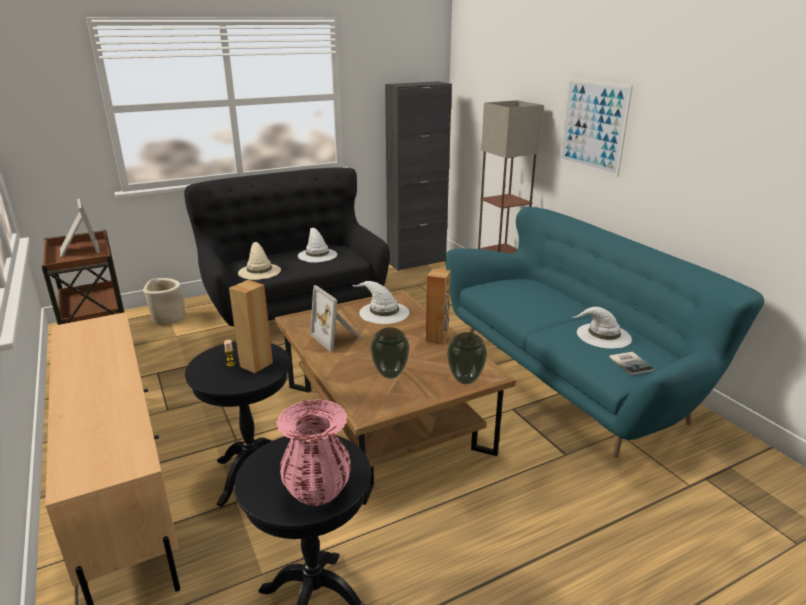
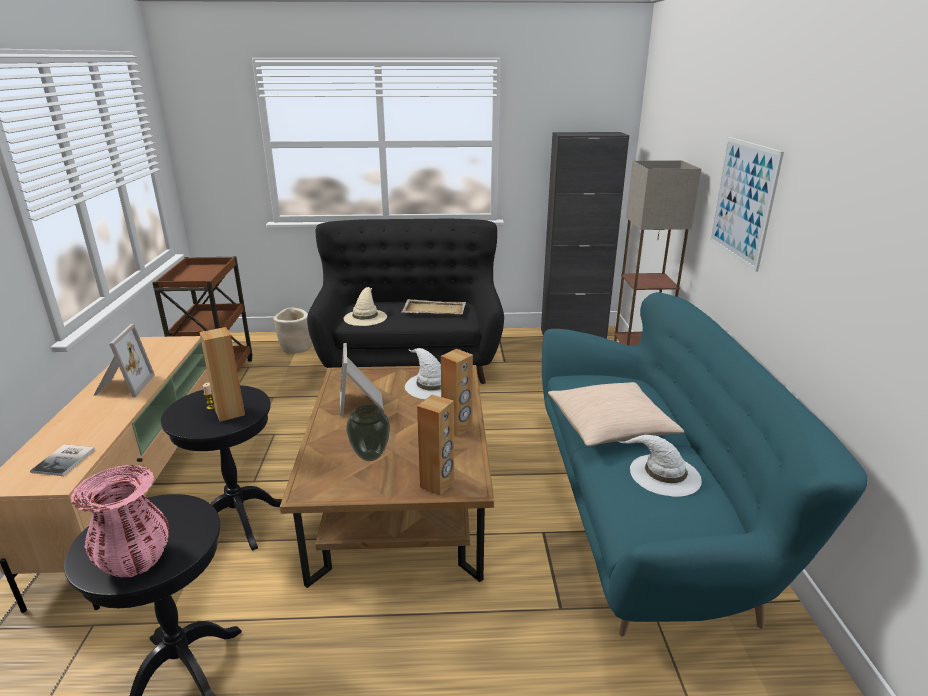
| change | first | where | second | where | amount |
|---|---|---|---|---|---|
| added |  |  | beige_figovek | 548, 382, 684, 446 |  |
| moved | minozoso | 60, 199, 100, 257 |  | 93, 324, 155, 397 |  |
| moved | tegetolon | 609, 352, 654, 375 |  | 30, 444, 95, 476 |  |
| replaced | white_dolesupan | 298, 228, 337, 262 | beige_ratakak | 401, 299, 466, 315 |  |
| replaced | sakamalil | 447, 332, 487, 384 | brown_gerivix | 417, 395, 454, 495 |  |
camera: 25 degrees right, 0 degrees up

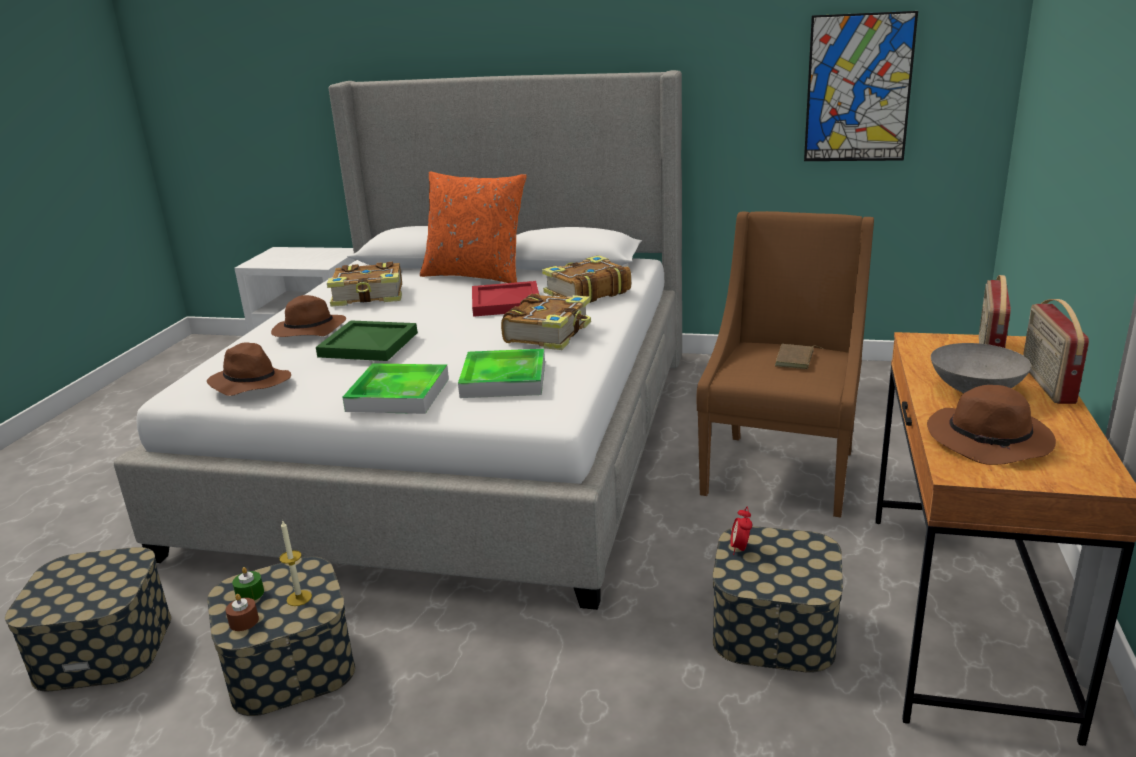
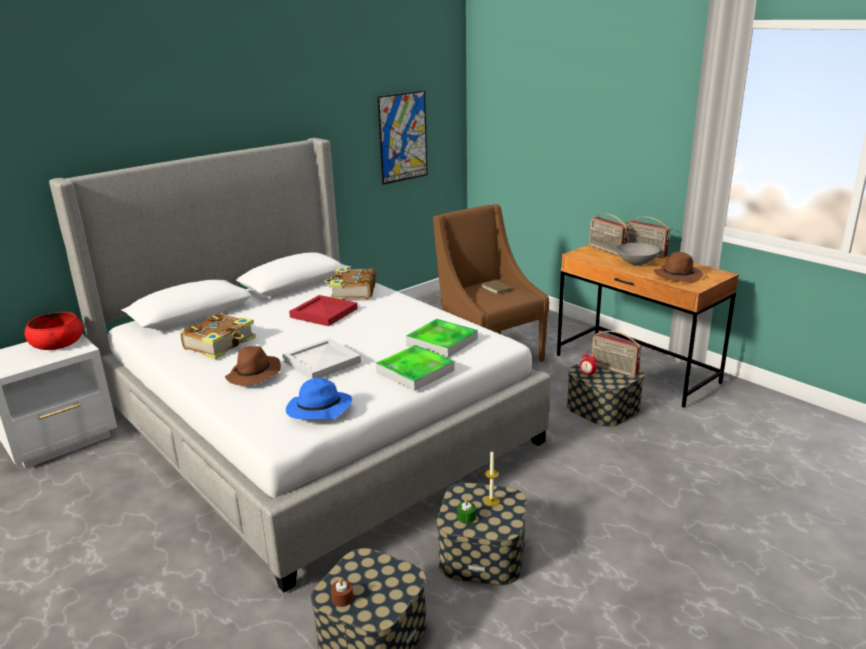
| change | first | where | second | where | amount |
|---|---|---|---|---|---|
| removed | orange_figovek | 420, 171, 527, 283 |  |  |  |
| removed | tegetolon | 501, 293, 591, 350 |  |  |  |
| added |  |  | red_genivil | 24, 312, 83, 350 |  |
| added |  |  | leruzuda | 591, 331, 641, 377 |  |
| moved | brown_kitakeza | 225, 594, 259, 631 |  | 331, 578, 353, 607 |  |
| recoloured | brown_dolesupan | 207, 343, 291, 396 | blue_dolesupan | 286, 378, 352, 419 |  |
| recoloured | green_ratakak | 316, 320, 418, 361 | white_ratakak | 282, 338, 361, 379 |  |
camera: 55 degrees left, 0 degrees up

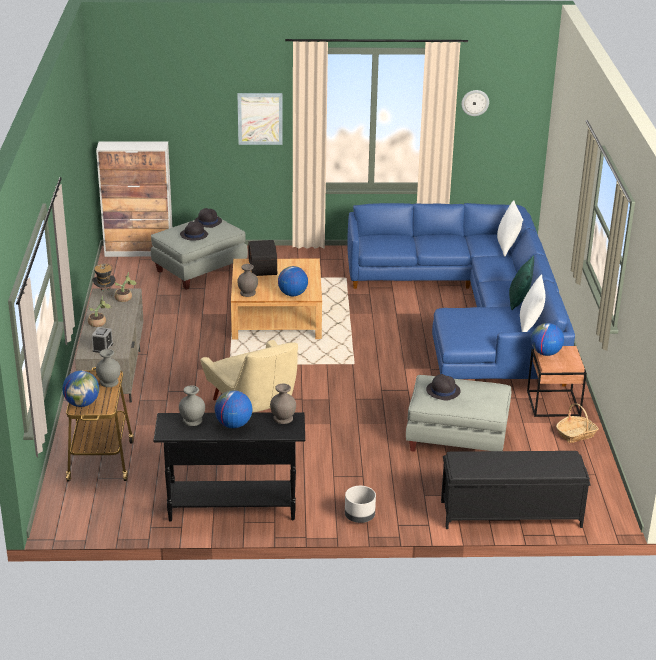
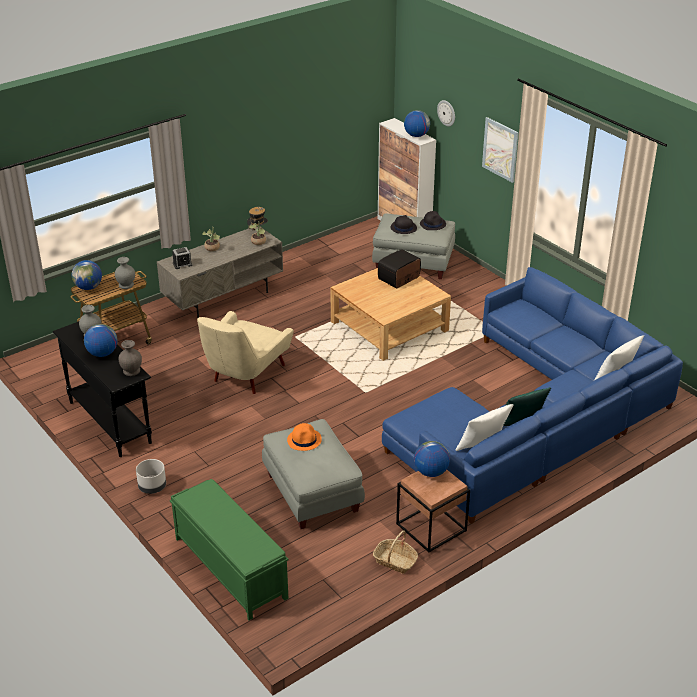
| change | first | where | second | where | amount |
|---|---|---|---|---|---|
| removed | grey_sakamalil | 237, 264, 258, 297 |  |  |  |
| moved | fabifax | 278, 266, 308, 296 |  | 404, 110, 430, 137 |  |
| moved | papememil | 461, 90, 489, 116 |  | 437, 100, 455, 127 |  |
| recoloured | black_dolesupan | 426, 374, 461, 401 | orange_dolesupan | 287, 423, 322, 451 |  |
| recoloured | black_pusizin | 441, 451, 590, 529 | green_pusizin | 170, 479, 289, 620 |  |
camera: 55 degrees right, 5 degrees up

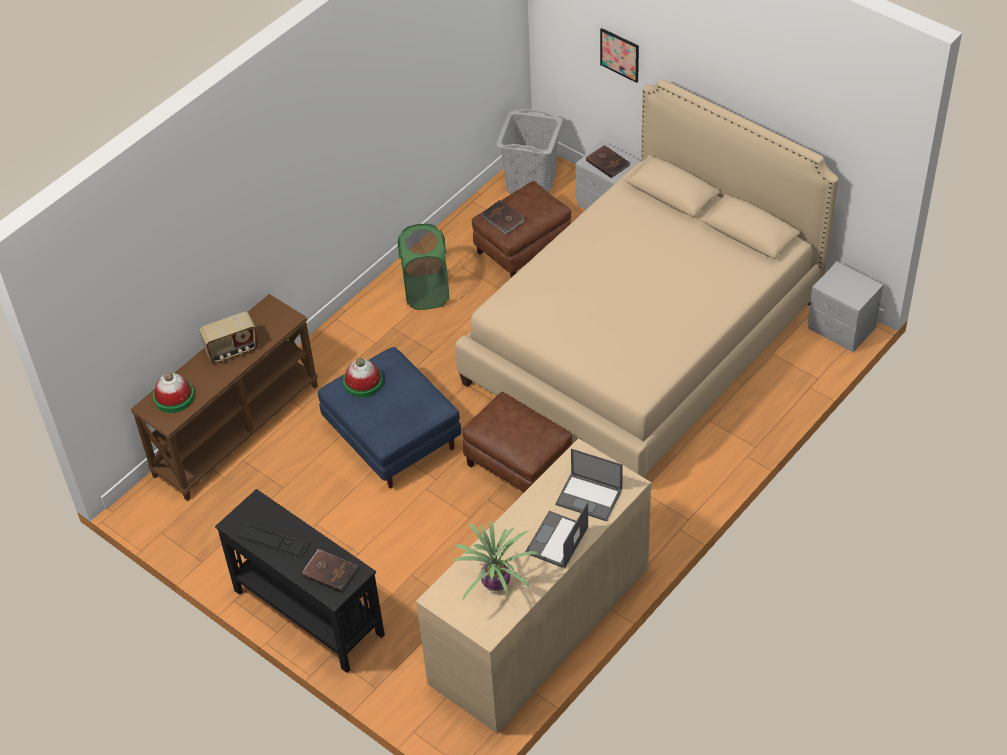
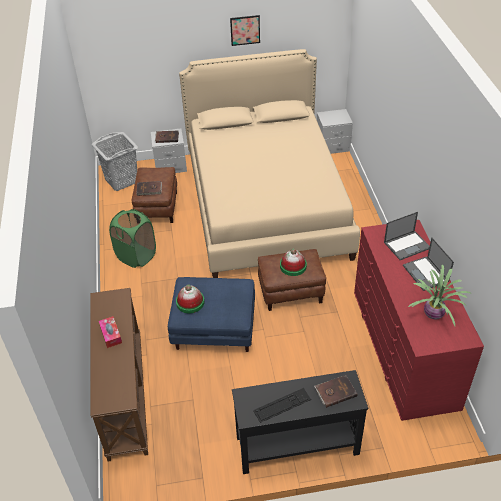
| change | first | where | second | where | amount |
|---|---|---|---|---|---|
| moved | dolesupan | 153, 372, 194, 413 |  | 280, 248, 307, 276 |  |
| moved | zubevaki | 600, 28, 639, 83 |  | 230, 15, 260, 46 |  |
| replaced | leruzuda | 199, 312, 259, 364 | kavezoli | 99, 316, 122, 348 |  |
| recoloured | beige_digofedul | 416, 438, 651, 733 | red_digofedul | 354, 220, 484, 421 |  |
camera: 50 degrees left, 5 degrees down

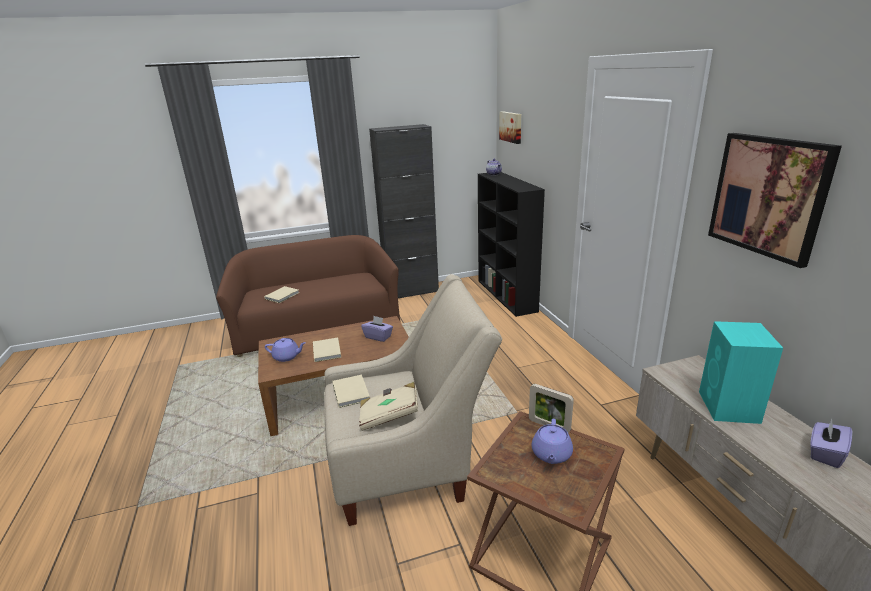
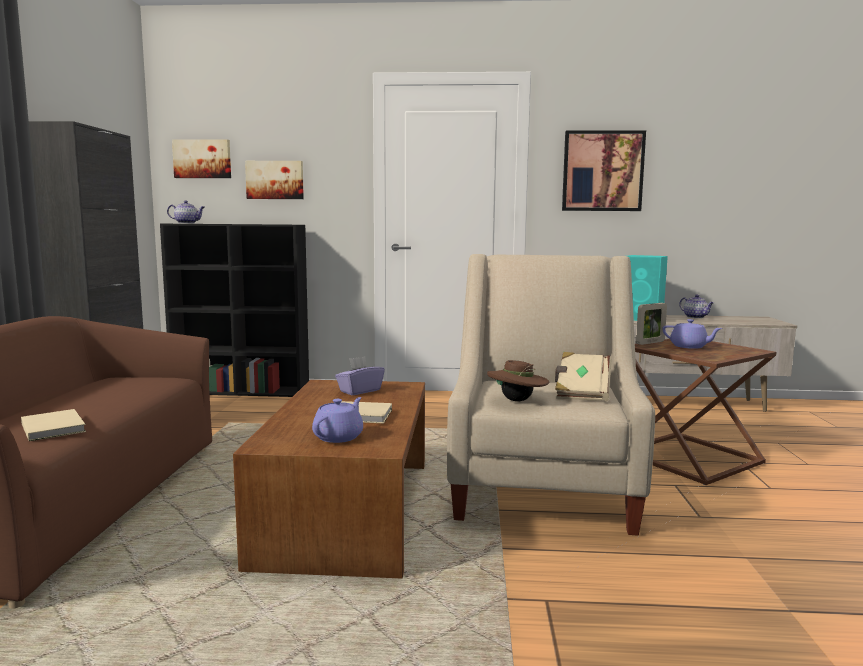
| change | first | where | second | where | amount |
|---|---|---|---|---|---|
| added |  |  | zubevaki | 245, 161, 304, 199 |  |
| replaced | beige_tegetolon | 332, 375, 370, 408 | brown_dolesupan | 487, 360, 549, 401 |  |
| replaced | purple_kavezoli | 810, 419, 852, 468 | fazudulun | 679, 295, 714, 318 |  |
camera: 70 degrees left, 15 degrees down

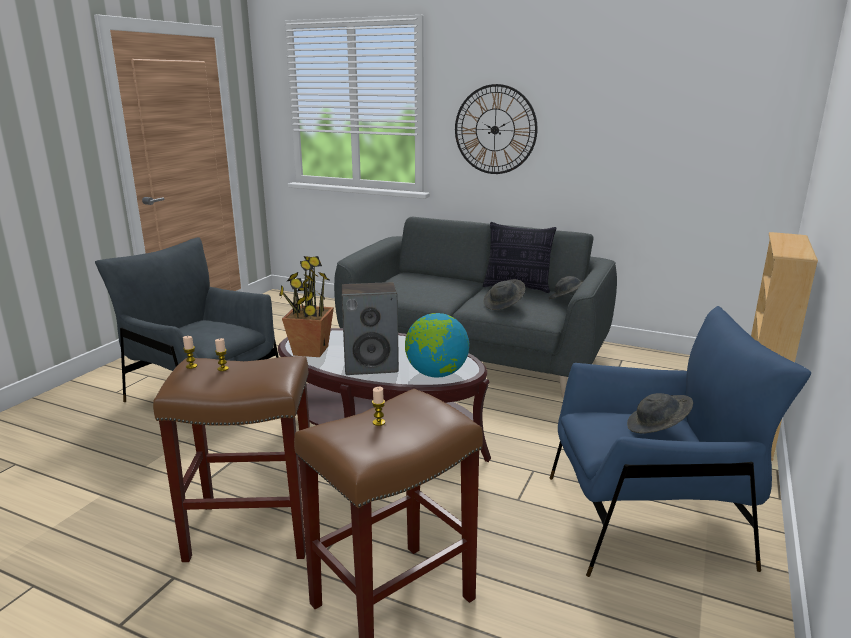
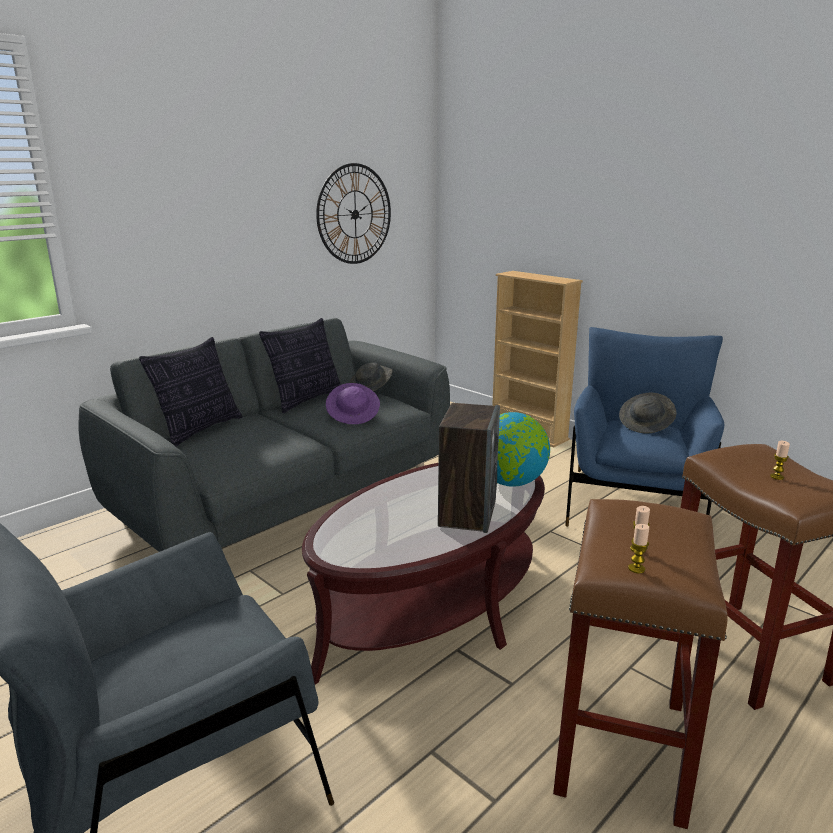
| change | first | where | second | where | amount |
|---|---|---|---|---|---|
| removed | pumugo | 279, 256, 334, 357 |  |  |  |
| added |  |  | figovek | 139, 337, 242, 447 |  |
| moved | papememil | 455, 84, 538, 174 |  | 316, 163, 391, 264 |  |
| recoloured | grey_dolesupan | 483, 279, 525, 310 | purple_dolesupan | 326, 383, 380, 424 |  |
camera: 70 degrees left, 0 degrees up

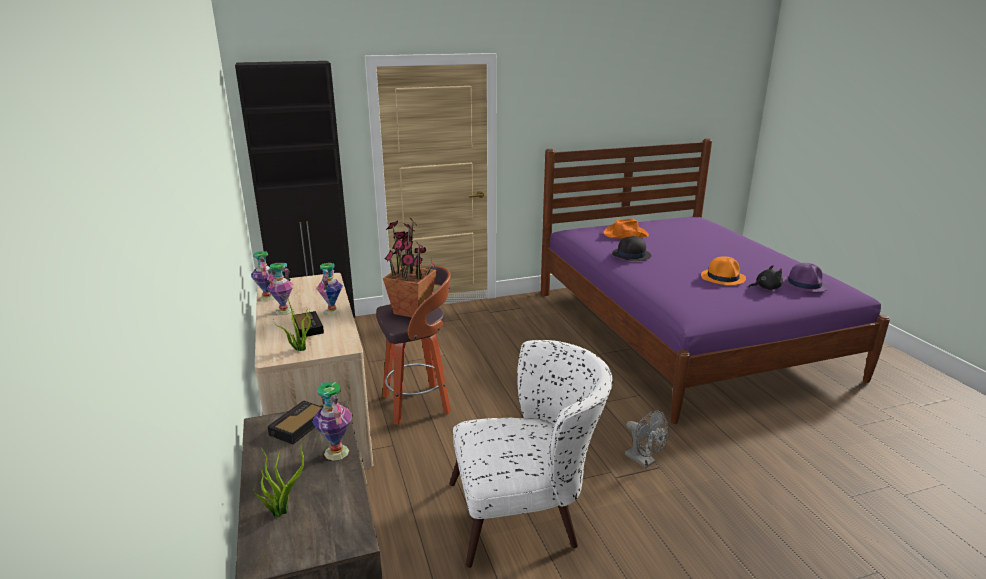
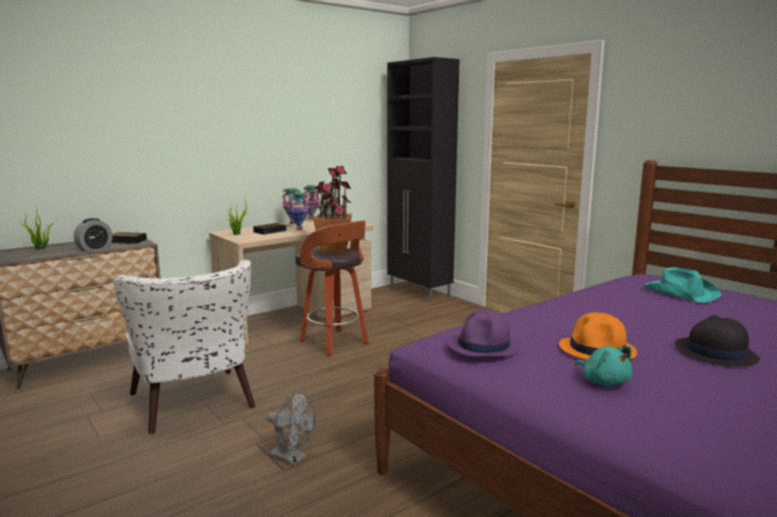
| change | first | where | second | where | amount |
|---|---|---|---|---|---|
| moved | black_dolesupan | 612, 236, 651, 261 |  | 675, 315, 760, 366 |  |
| moved | purple_dolesupan | 782, 263, 829, 292 |  | 447, 310, 520, 357 |  |
| replaced | sakamalil | 312, 382, 353, 461 | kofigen | 74, 218, 112, 252 |  |
| recoloured | orange_dolesupan | 603, 219, 649, 239 | turquoise_dolesupan | 644, 267, 721, 303 |  |
| recoloured | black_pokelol | 748, 265, 783, 290 | turquoise_pokelol | 575, 346, 633, 386 |  |
| turned | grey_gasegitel | 625, 411, 669, 468 |  | 267, 392, 316, 466 | 90 degrees counterclockwise |
camera: 70 degrees right, 10 degrees down

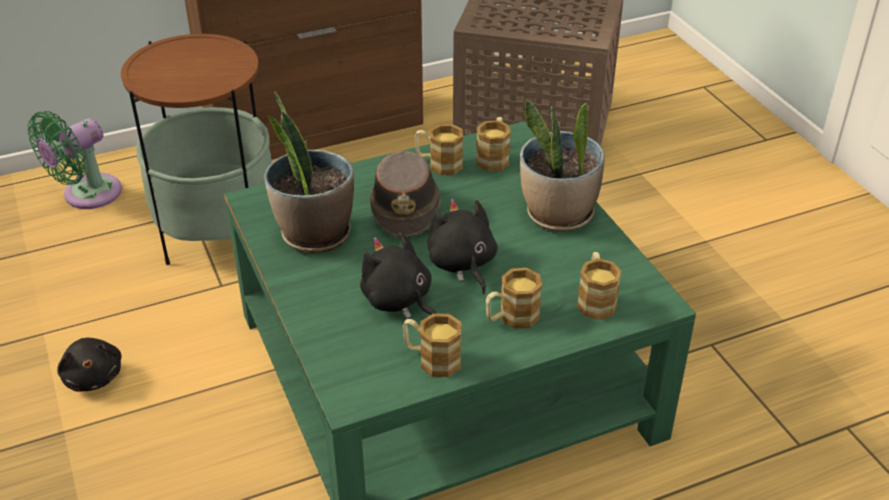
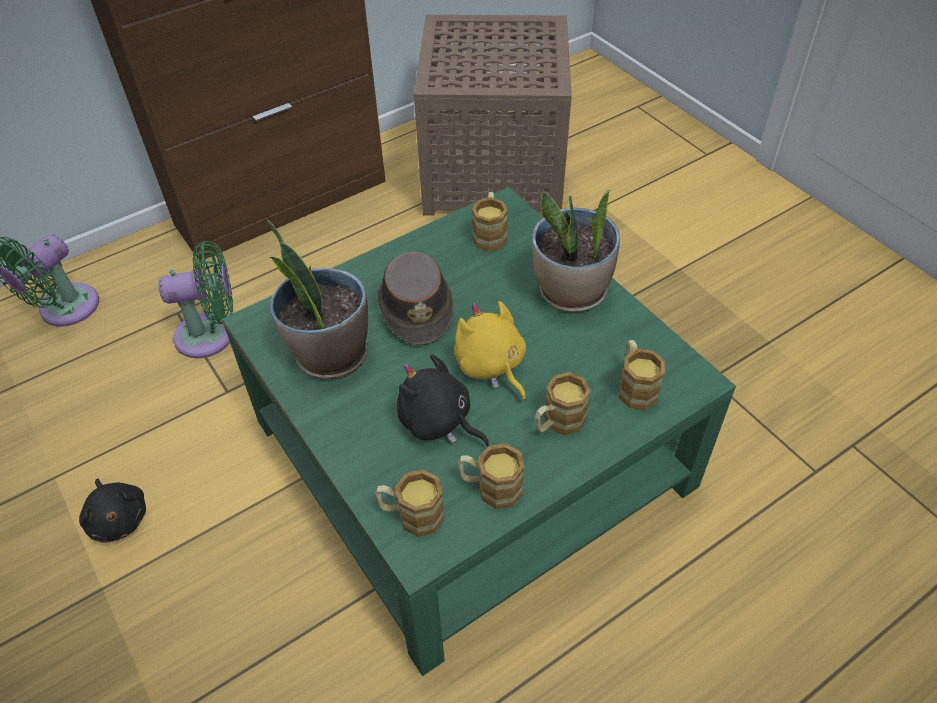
| change | first | where | second | where | amount |
|---|---|---|---|---|---|
| moved | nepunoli | 415, 124, 463, 175 |  | 375, 469, 445, 537 |  |
| replaced | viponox | 121, 34, 272, 265 | green_gasegitel | 158, 241, 233, 359 |  |
| recoloured | black_pokelol | 427, 199, 498, 294 | yellow_pokelol | 454, 301, 526, 401 |  |
camera: 10 degrees left, 10 degrees up

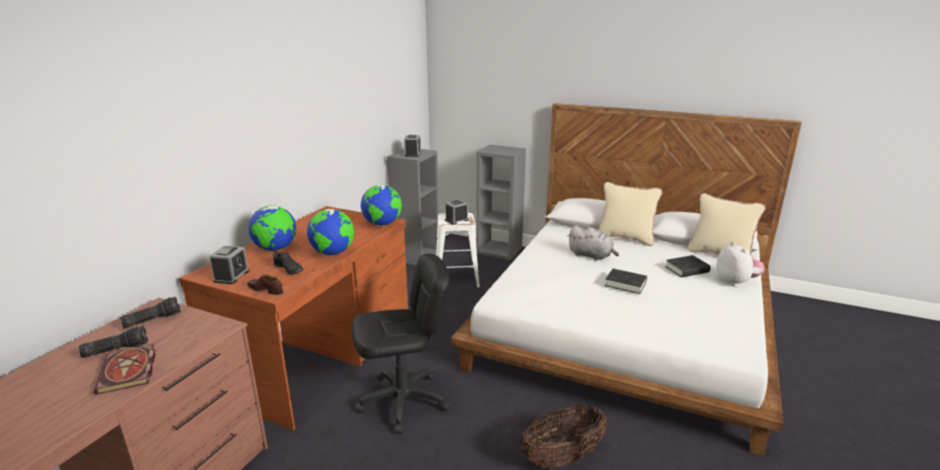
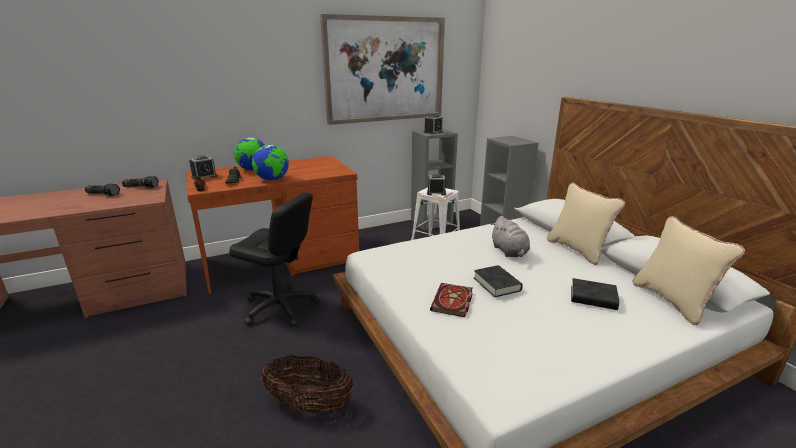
| change | first | where | second | where | amount |
|---|---|---|---|---|---|
| removed | fabifax | 361, 185, 402, 226 |  |  |  |
| removed | pokelol | 716, 242, 765, 287 |  |  |  |
| added |  |  | zubevaki | 320, 14, 445, 125 |  |
| moved | tegetolon | 94, 344, 155, 395 |  | 430, 283, 472, 317 |  |
camera: 40 degrees right, 0 degrees up

